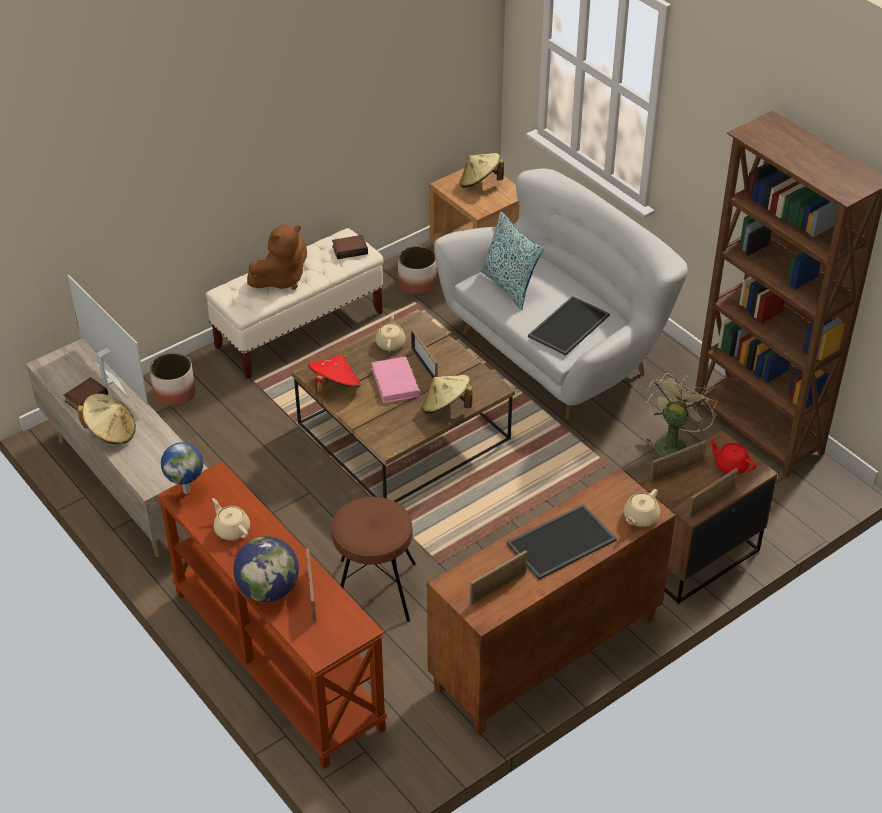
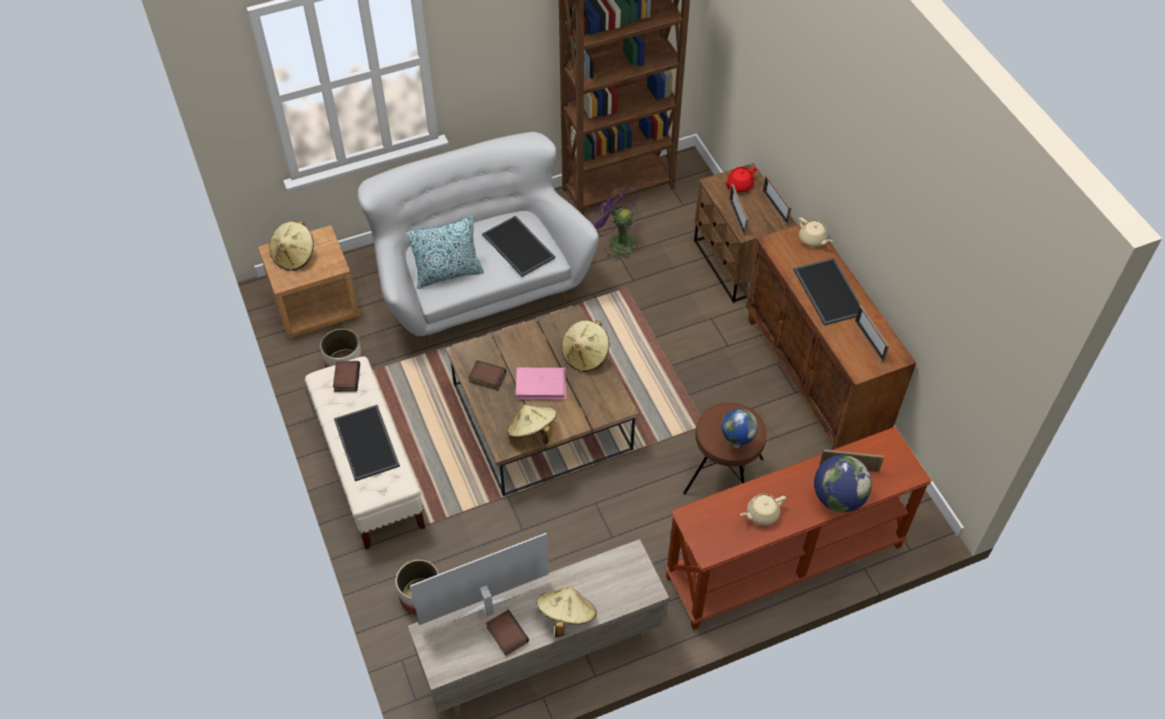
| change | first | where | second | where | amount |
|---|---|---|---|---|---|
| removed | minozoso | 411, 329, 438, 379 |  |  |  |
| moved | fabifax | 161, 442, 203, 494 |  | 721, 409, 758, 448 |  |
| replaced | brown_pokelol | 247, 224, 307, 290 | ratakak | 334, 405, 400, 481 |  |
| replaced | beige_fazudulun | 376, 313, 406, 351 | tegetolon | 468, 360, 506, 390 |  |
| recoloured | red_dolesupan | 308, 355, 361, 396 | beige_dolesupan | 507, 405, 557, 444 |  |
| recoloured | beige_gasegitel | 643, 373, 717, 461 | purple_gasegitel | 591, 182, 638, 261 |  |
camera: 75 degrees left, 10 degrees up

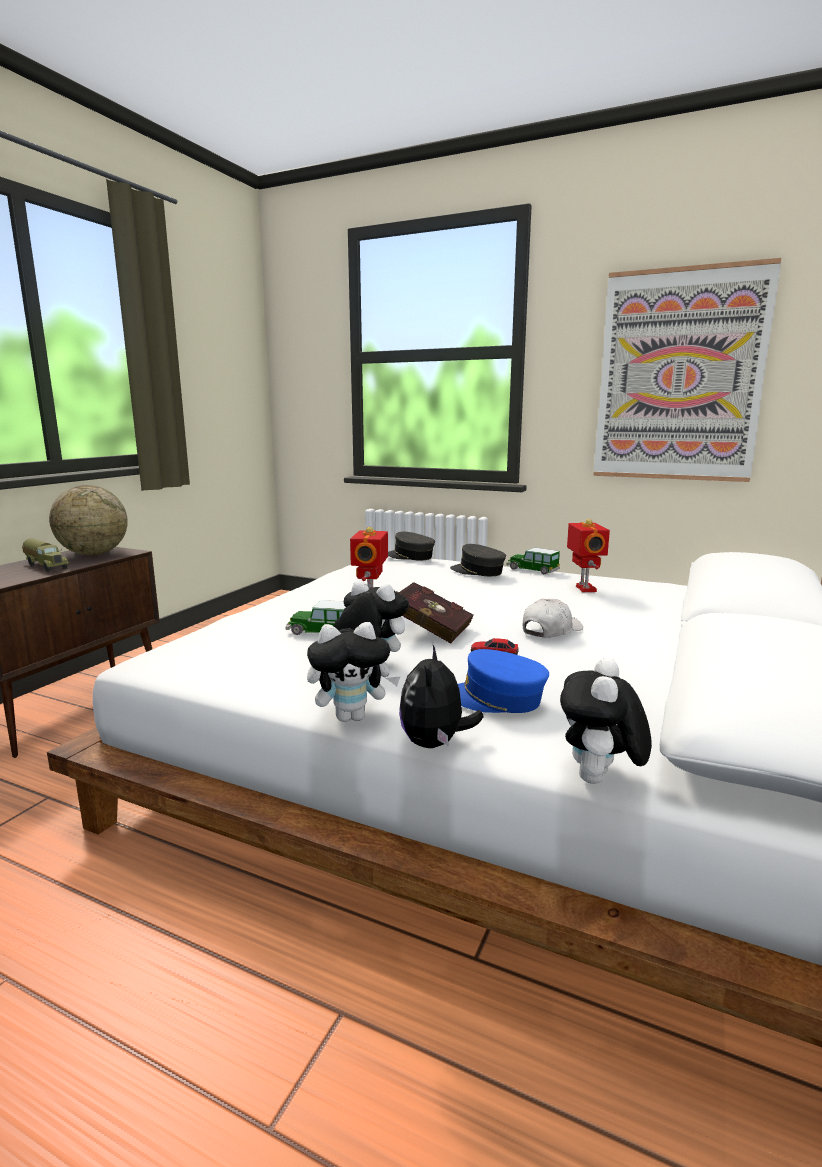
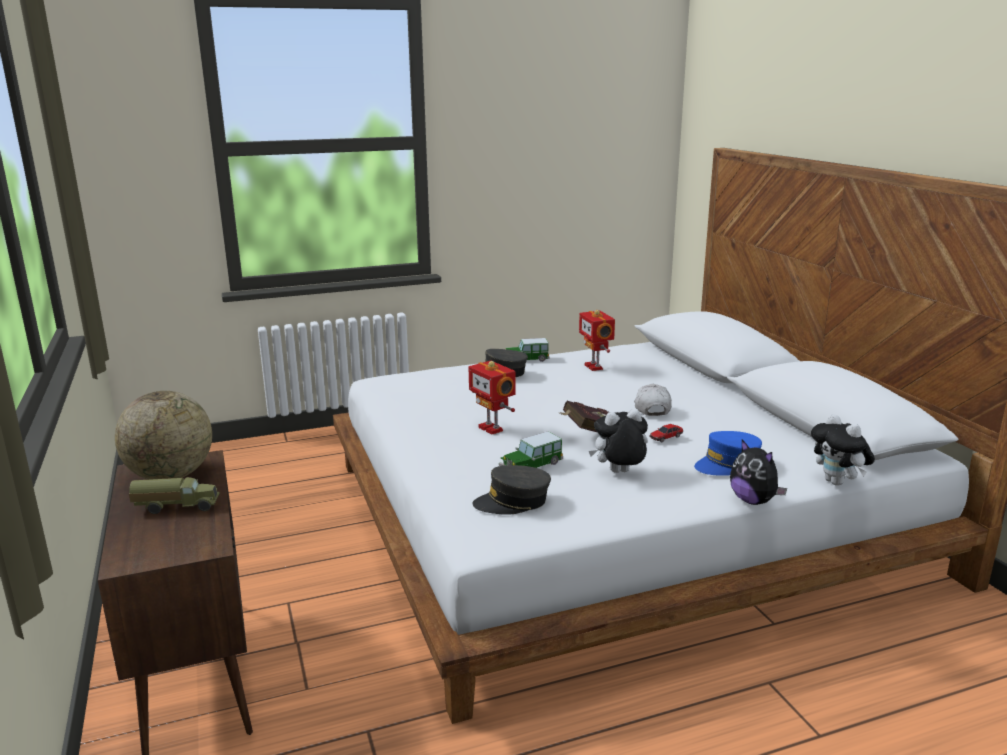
| change | first | where | second | where | amount |
|---|---|---|---|---|---|
| removed | pokelol | 307, 622, 401, 722 |  |  |  |
| removed | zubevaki | 593, 258, 781, 482 |  |  |  |
| moved | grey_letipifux | 388, 532, 435, 560 |  | 473, 465, 551, 515 |  |
| turned | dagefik | 567, 519, 610, 592 |  | 579, 310, 615, 371 | 150 degrees counterclockwise |
camera: 45 degrees left, 5 degrees up

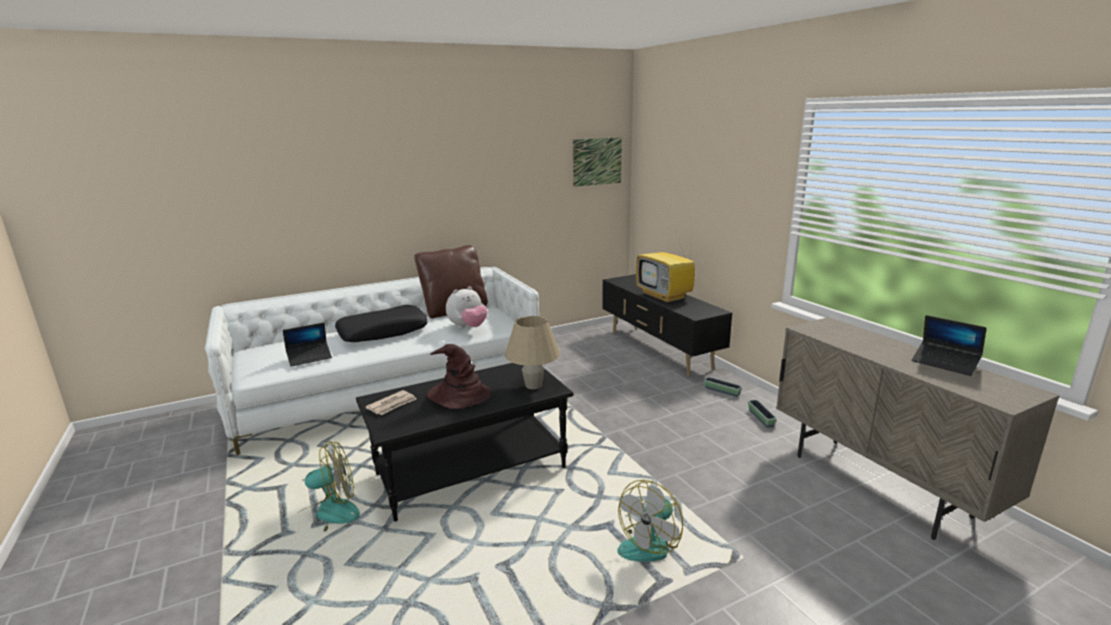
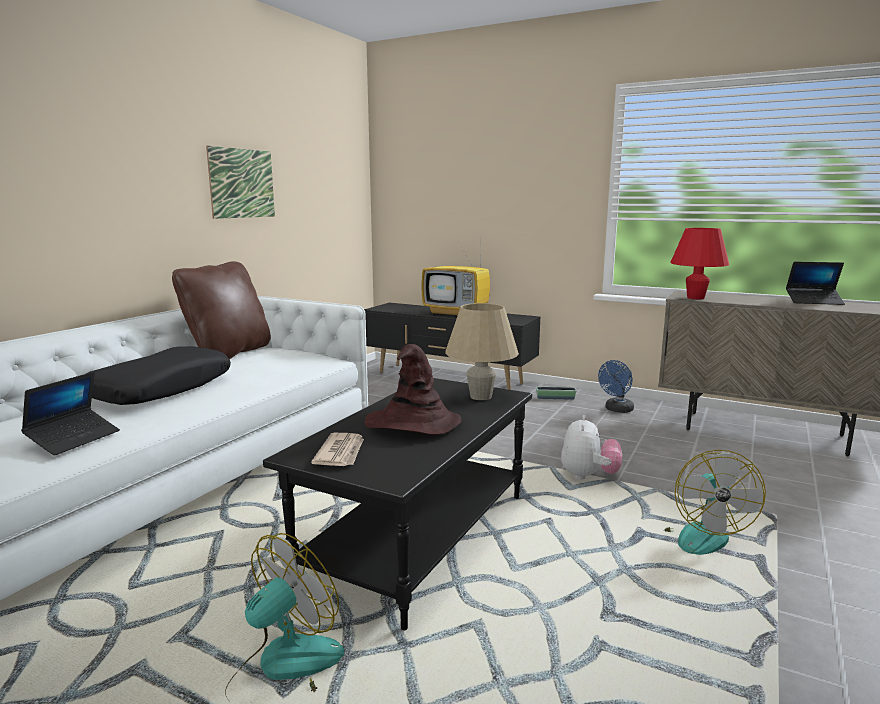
| change | first | where | second | where | amount |
|---|---|---|---|---|---|
| added |  |  | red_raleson | 670, 228, 729, 299 |  |
| moved | pokelol | 446, 286, 488, 328 |  | 561, 415, 622, 480 |  |
| moved | zubevaki | 573, 137, 622, 187 |  | 206, 146, 275, 219 |  |
| replaced | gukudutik | 748, 400, 777, 427 | blue_gasegitel | 598, 360, 634, 413 |  |
camera: 35 degrees left, 5 degrees down

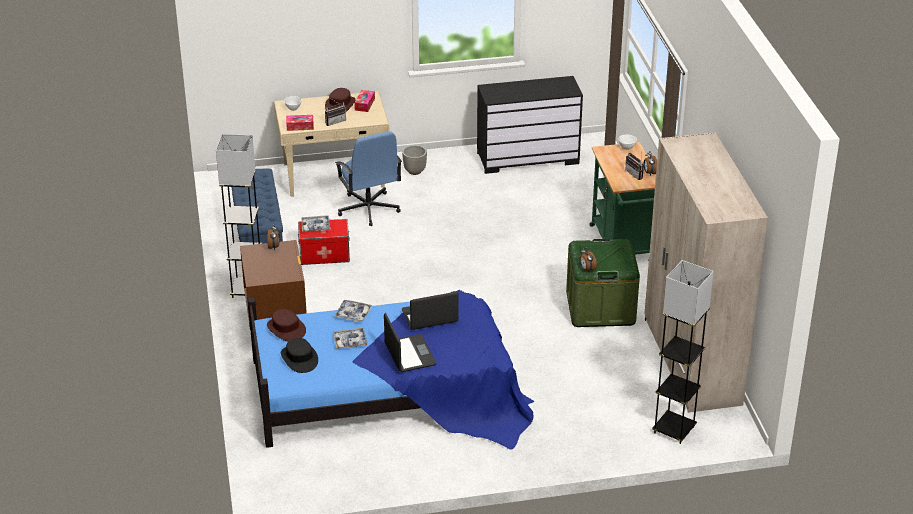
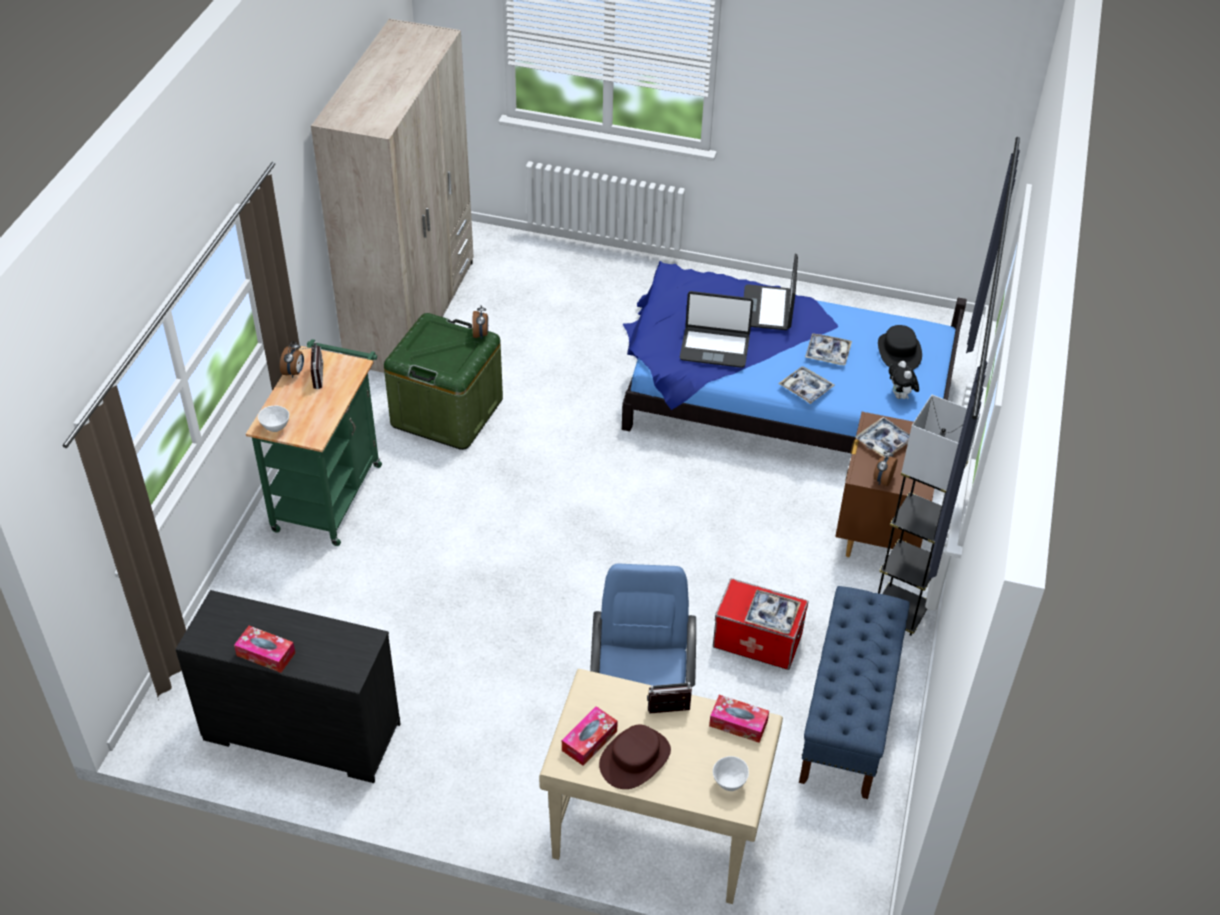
| change | first | where | second | where | amount |
|---|---|---|---|---|---|
| removed | gukudutik | 402, 145, 427, 175 |  |  |  |
| removed | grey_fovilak | 652, 260, 714, 444 |  |  |  |
| added |  |  | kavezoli | 234, 626, 295, 673 |  |
| added |  |  | ratakak | 855, 417, 910, 457 |  |
| replaced | brown_dolesupan | 267, 309, 306, 341 | pokelol | 889, 361, 919, 399 |  |
camera: 155 degrees left, 10 degrees up

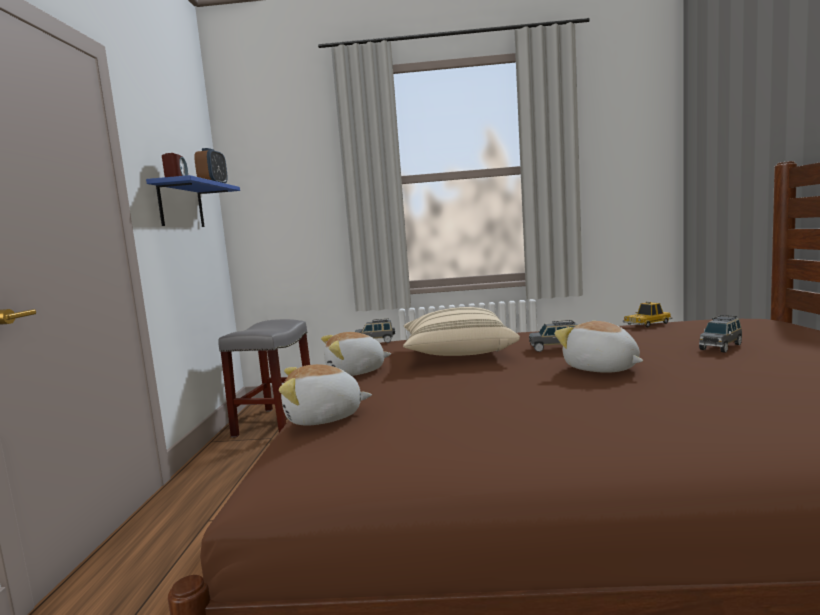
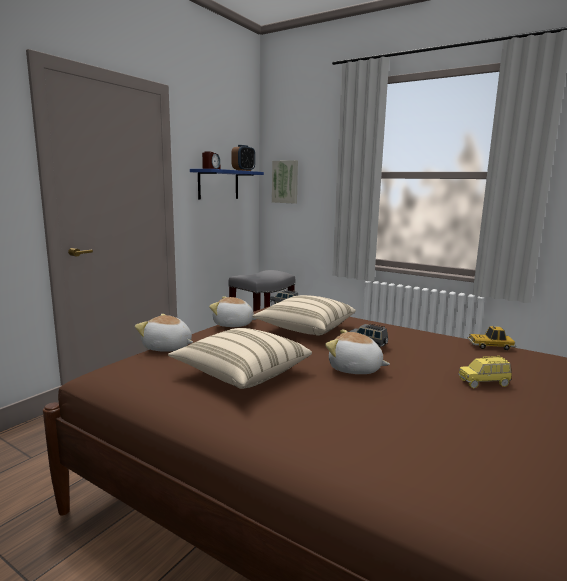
| change | first | where | second | where | amount |
|---|---|---|---|---|---|
| added |  |  | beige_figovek | 168, 328, 312, 389 |  |
| added |  |  | zubevaki | 272, 160, 298, 203 |  |
| recoloured | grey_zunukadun | 699, 315, 742, 353 | yellow_zunukadun | 458, 356, 512, 388 |  |
| turned | pokelol | 554, 321, 643, 373 |  | 325, 329, 390, 374 | 60 degrees counterclockwise |
camera: 30 degrees right, 5 degrees up

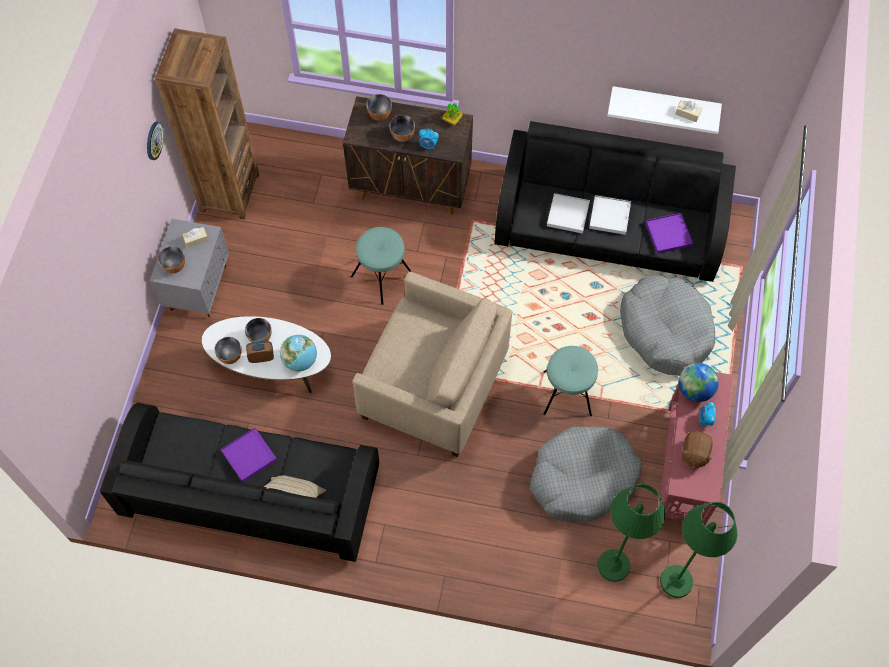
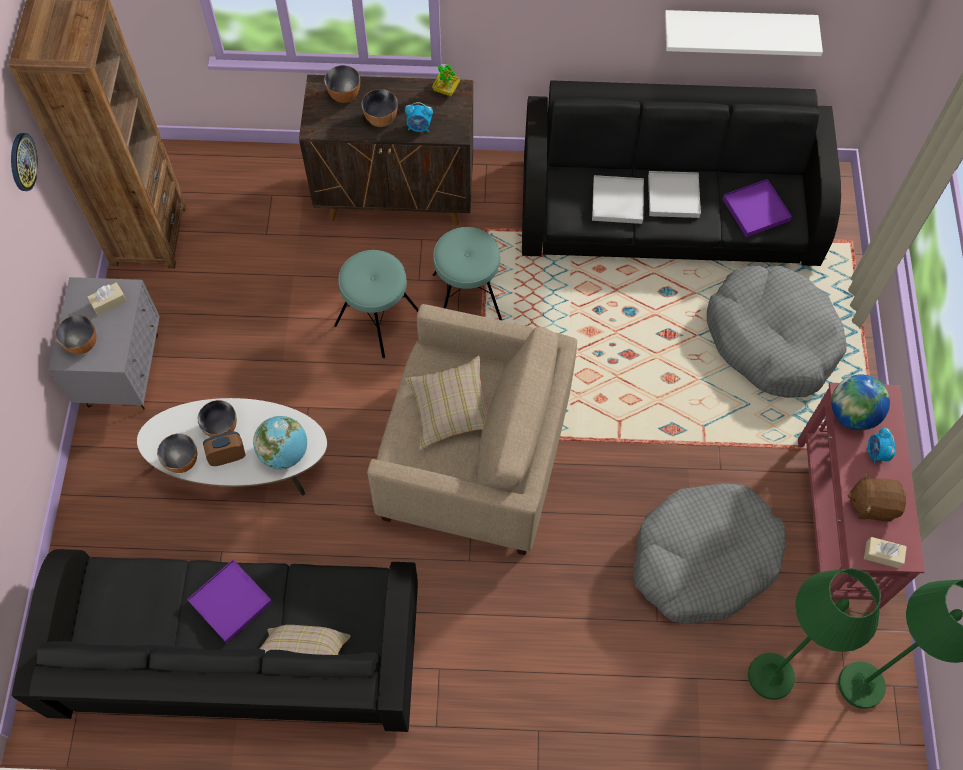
| change | first | where | second | where | amount |
|---|---|---|---|---|---|
| added |  |  | beige_figovek | 404, 356, 488, 450 |  |
| moved | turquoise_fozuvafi | 543, 346, 598, 417 |  | 433, 227, 502, 320 |  |
| moved | beige_kavezoli | 675, 100, 702, 122 |  | 864, 537, 907, 568 |  |
| turned | brown_pokelol | 682, 431, 713, 469 |  | 848, 472, 906, 522 | 90 degrees clockwise |
camera: 10 degrees left, 0 degrees up

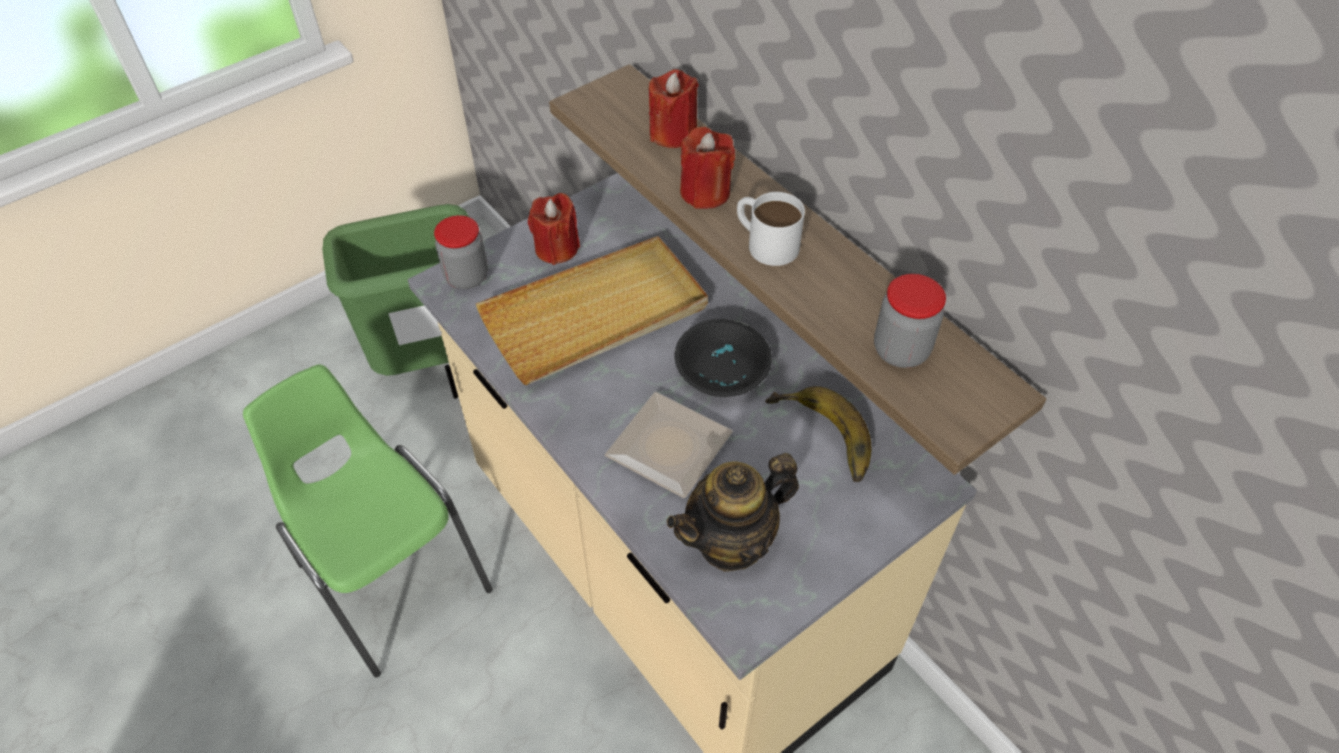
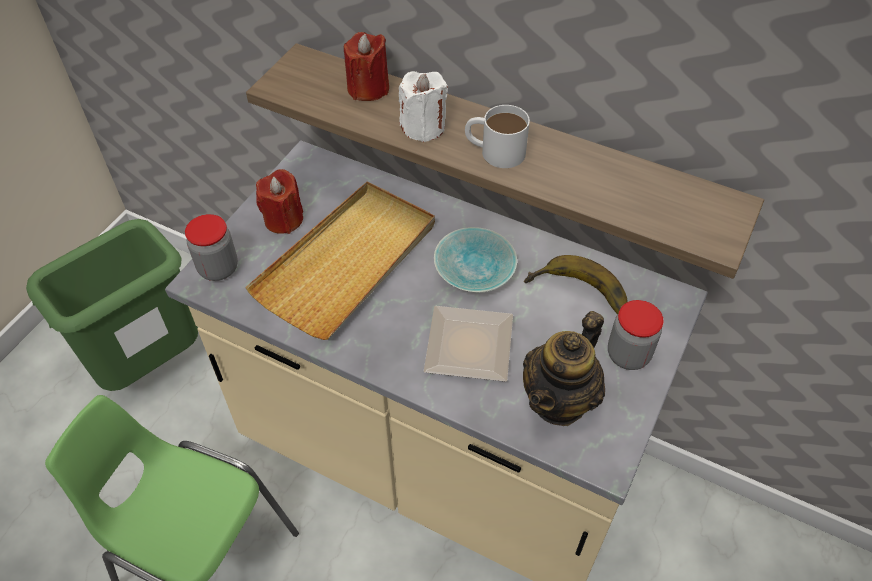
| change | first | where | second | where | amount |
|---|---|---|---|---|---|
| moved | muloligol | 874, 274, 946, 368 |  | 608, 300, 664, 370 |  |
| recoloured | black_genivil | 675, 319, 772, 397 | turquoise_genivil | 434, 227, 517, 293 |  |
| recoloured | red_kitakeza | 680, 127, 735, 209 | white_kitakeza | 399, 71, 448, 142 |  |
camera: 25 degrees left, 0 degrees up

